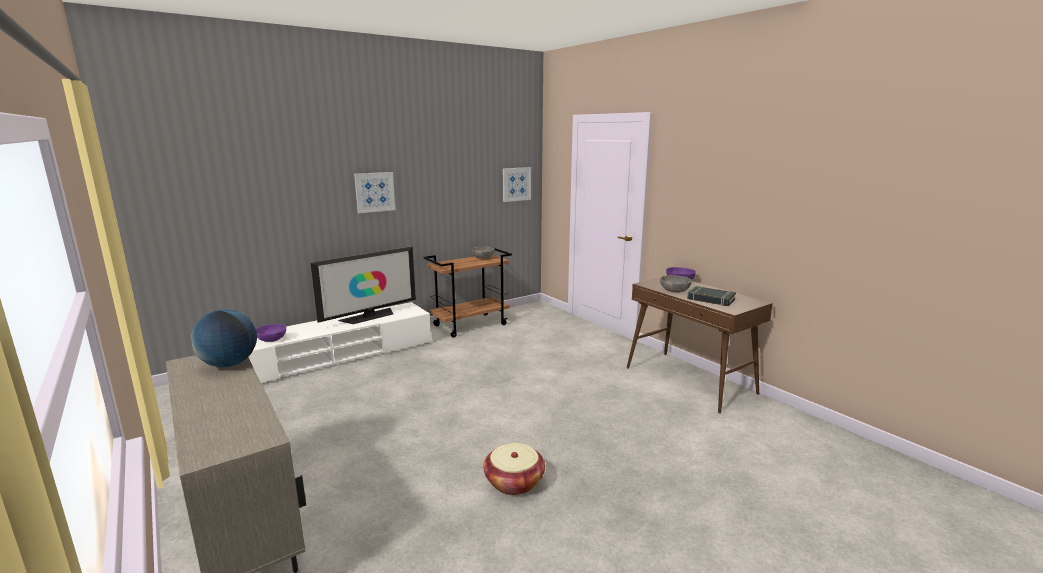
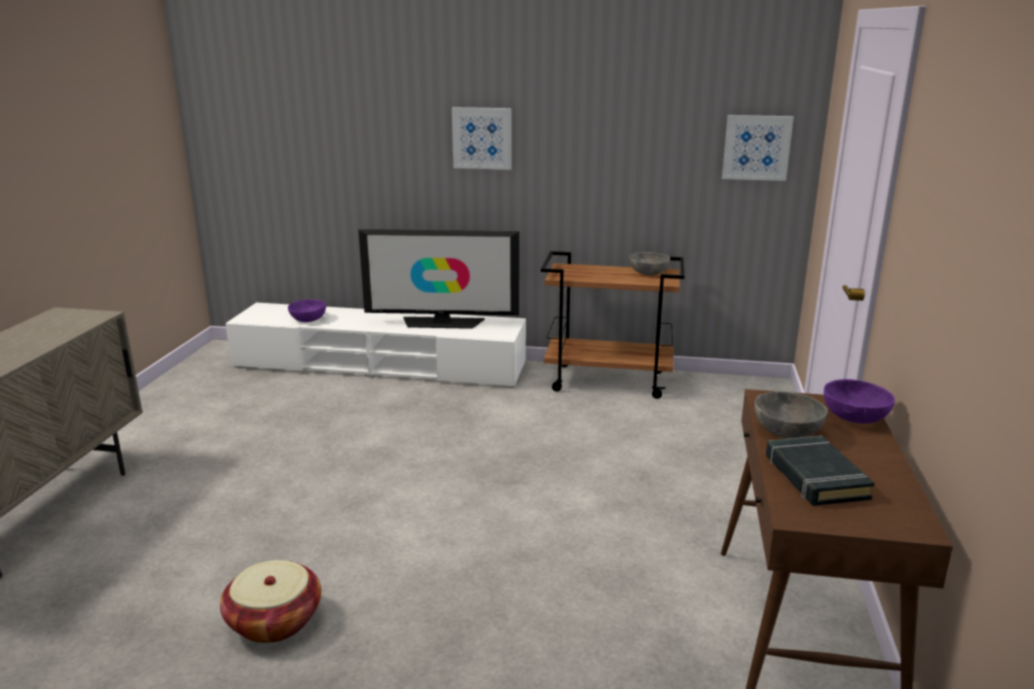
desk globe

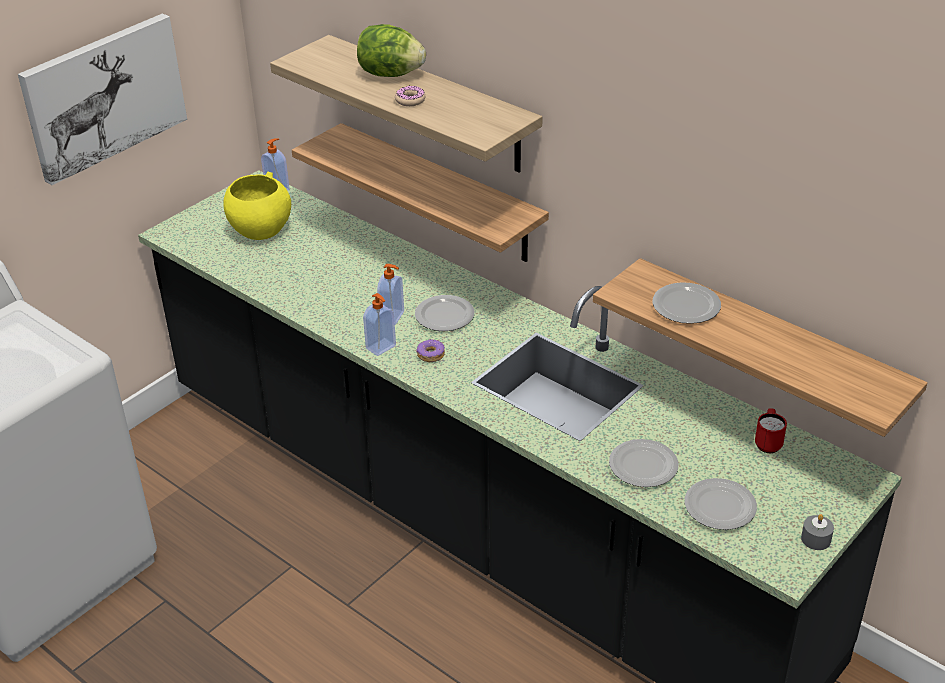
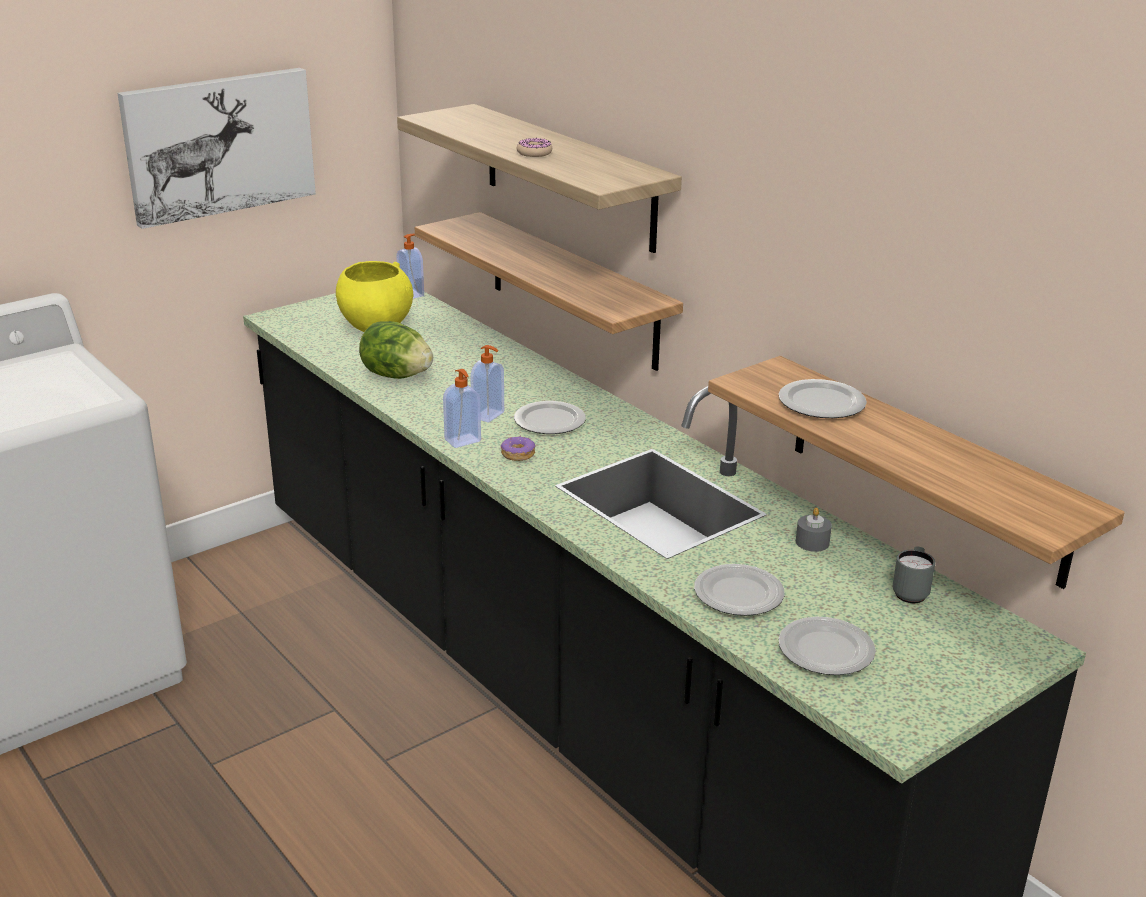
lettuce head
gray mug
gray candle

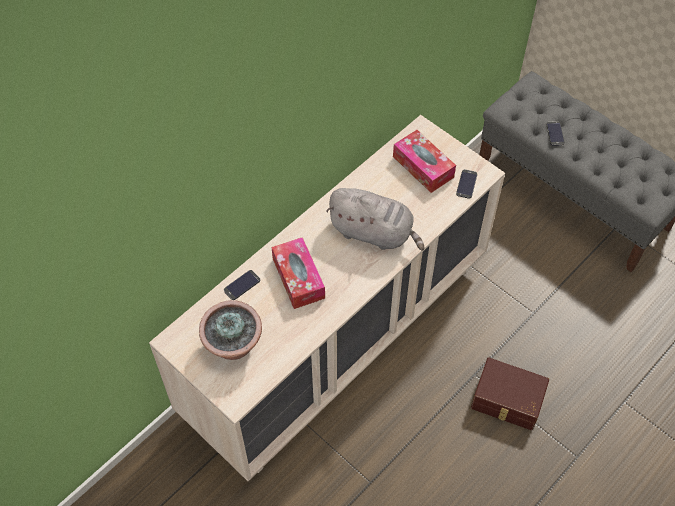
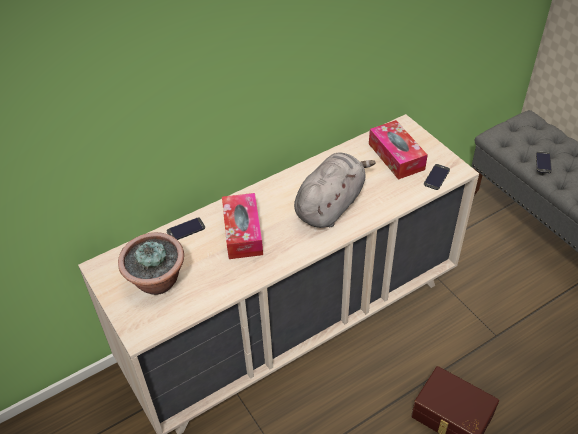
gray soft toy

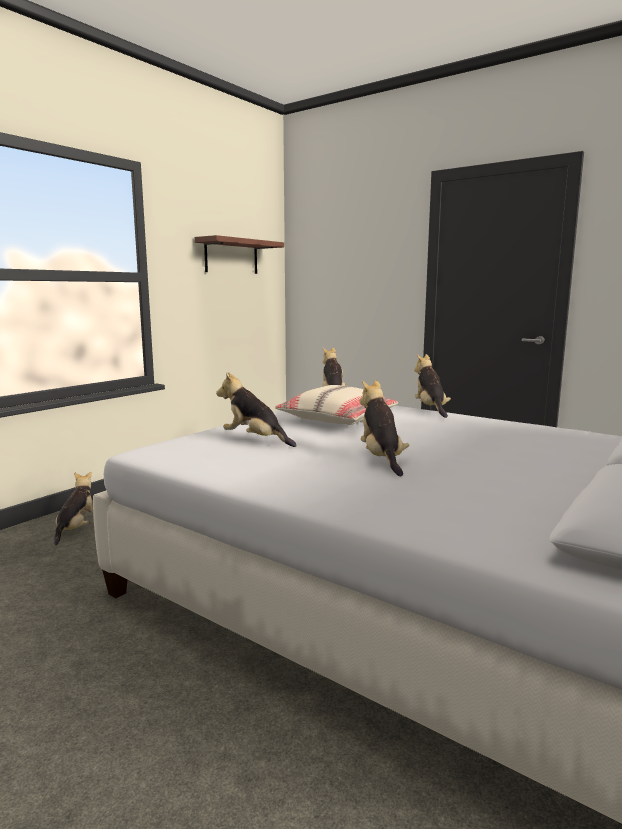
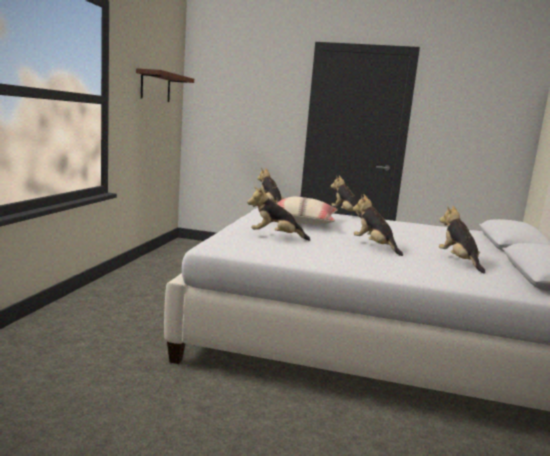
soft toy (5th from left)

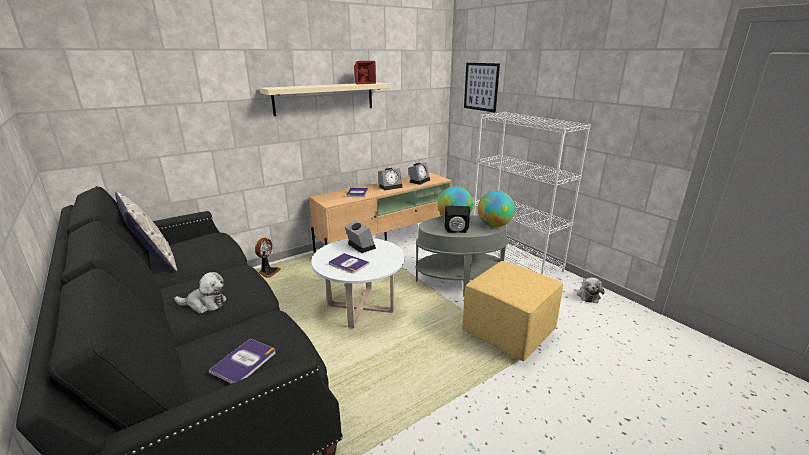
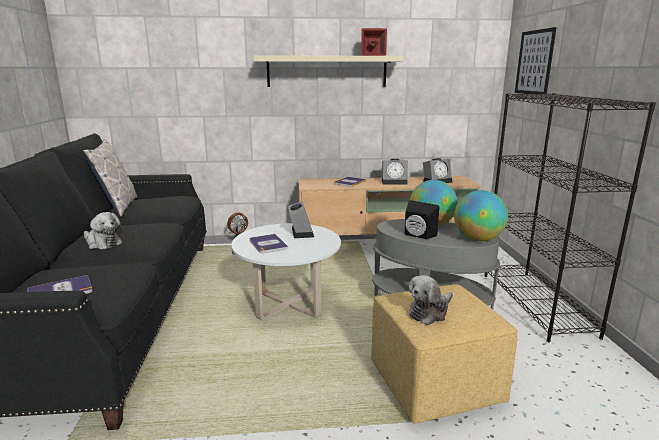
black bookshelf
soft toy (2nd from left)

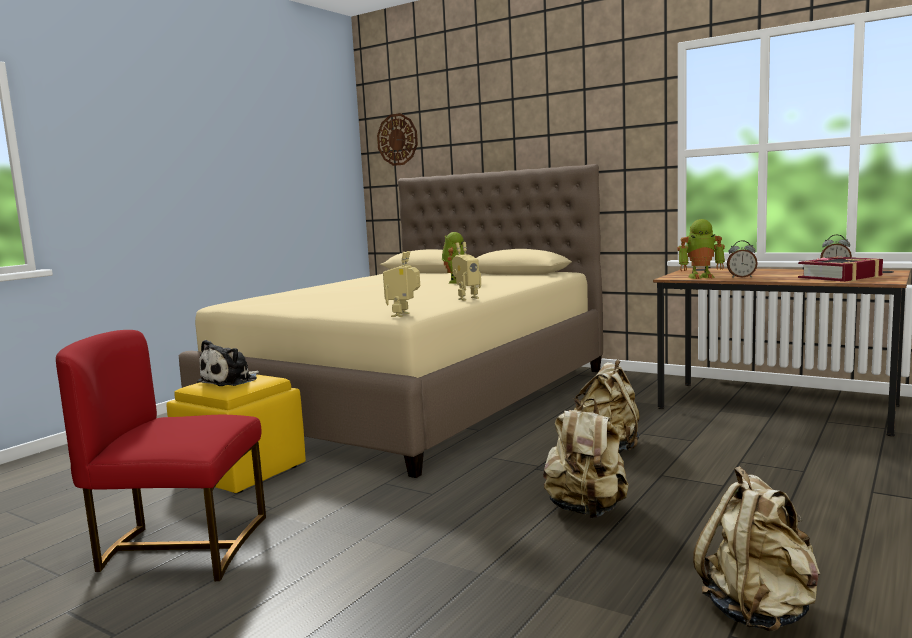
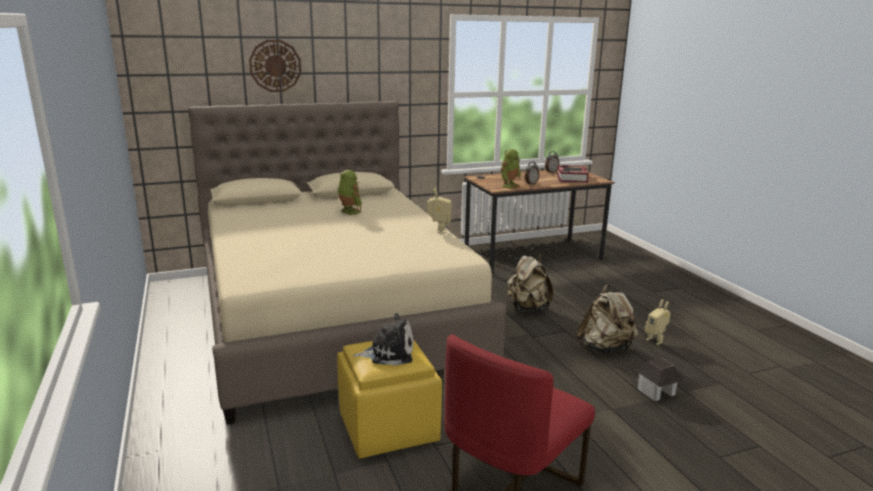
hanging clock
model robot (4th from left)
soft toy
beige-coloured knapsack (3rd from left in the first image)
model house

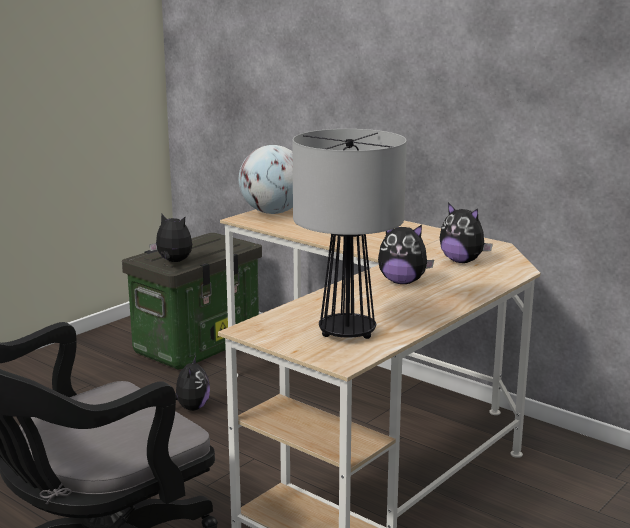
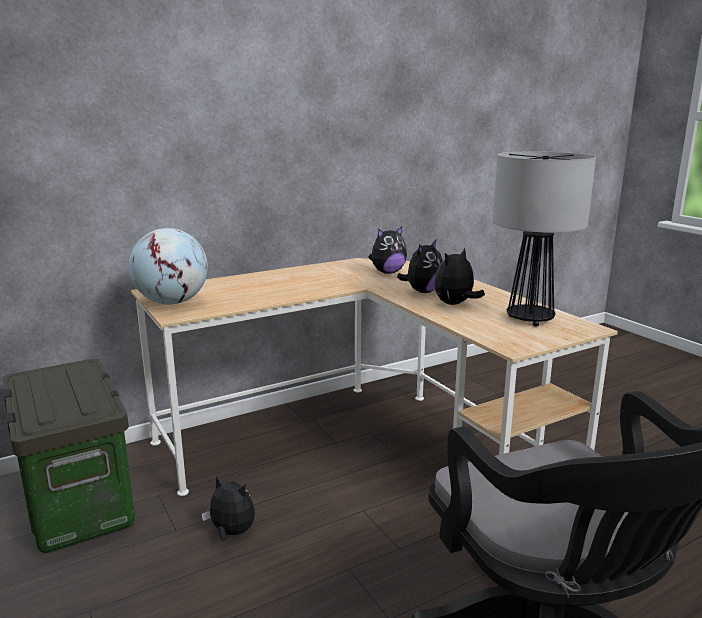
soft toy (4th from left)

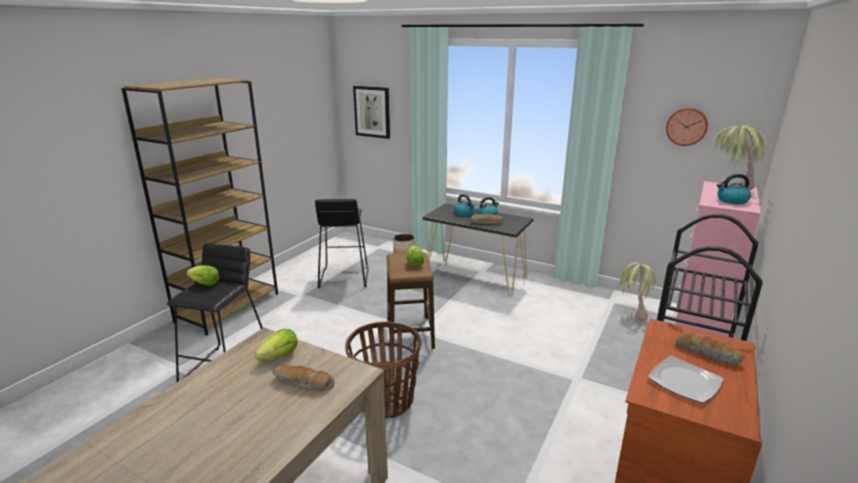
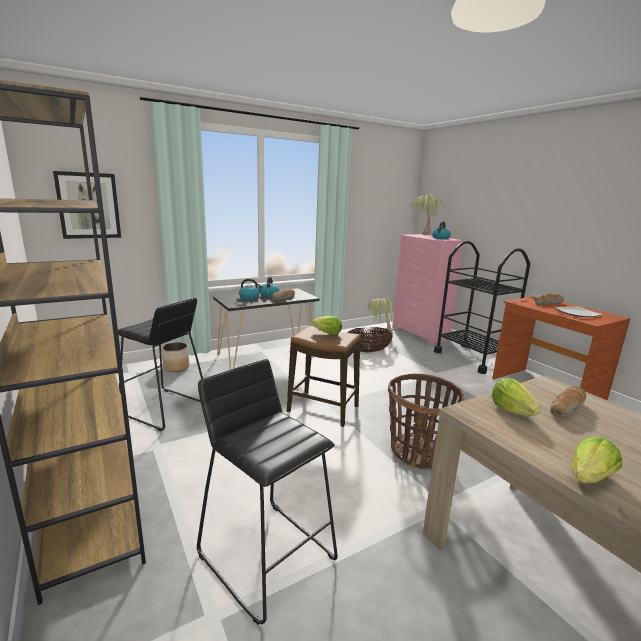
hanging clock
lettuce head (3rd from left)
household basket (1st from left)

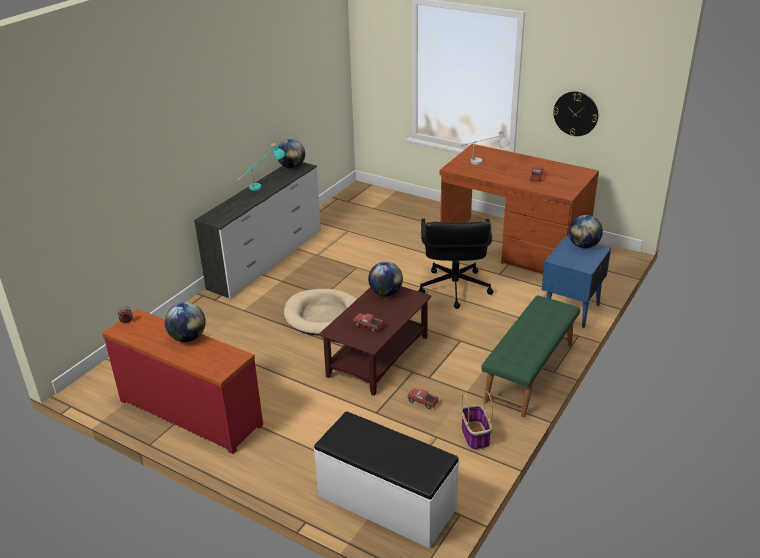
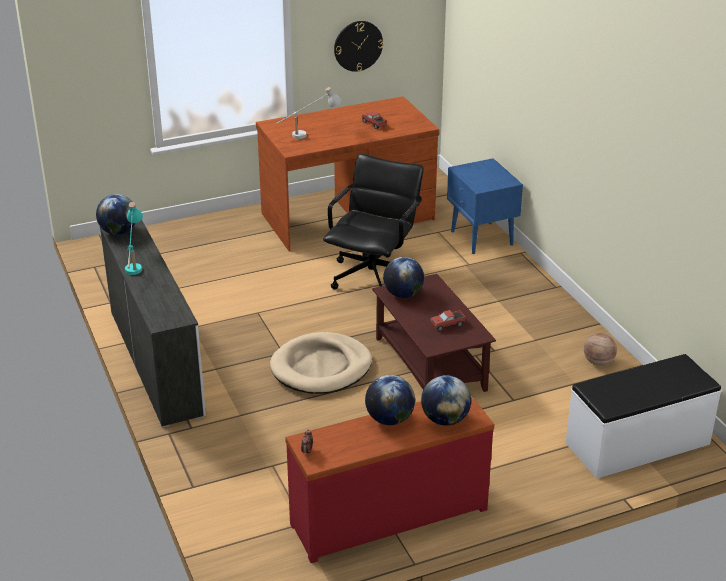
desk globe (4th from left)
black office chair
green-coloured indoor bench
toy truck (2nd from left in the first image)
ball for basketball

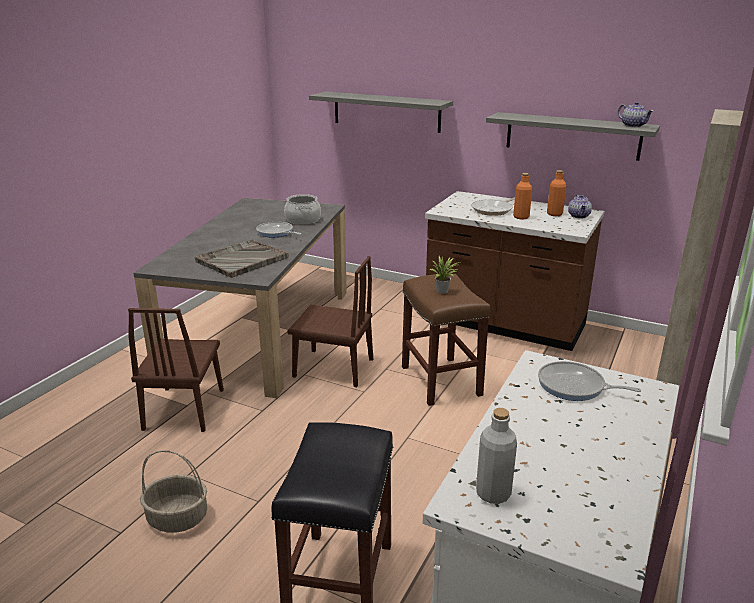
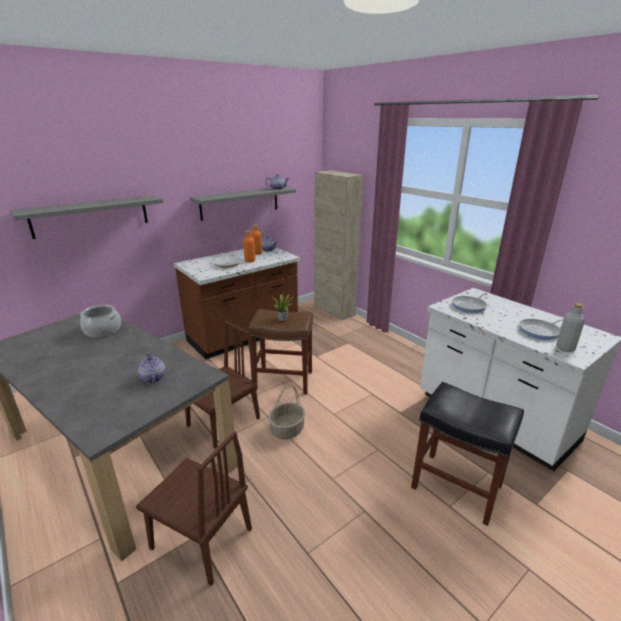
skillet (3rd from left)
pot for tea (1st from left)
household basket

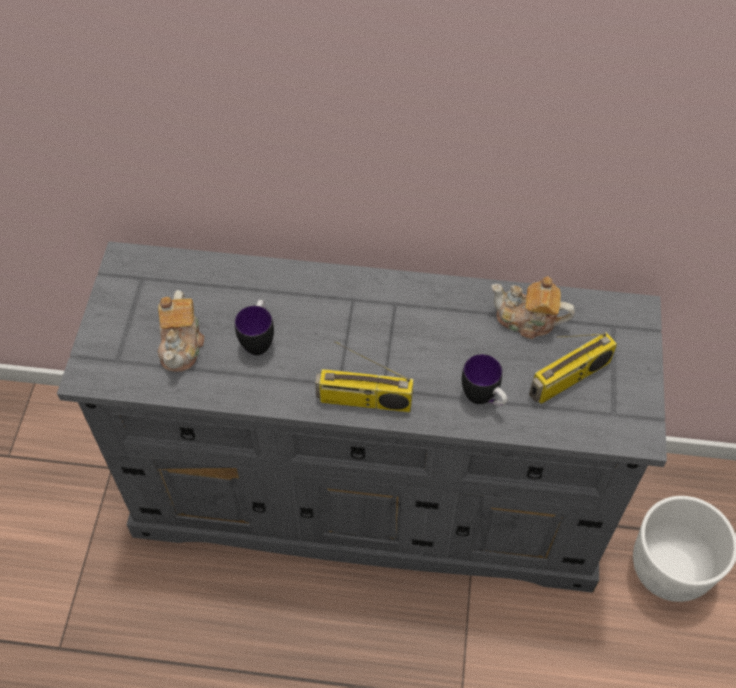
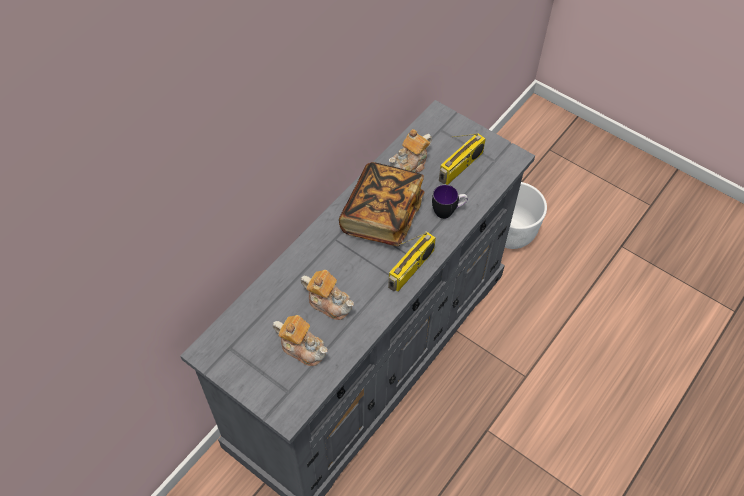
pot for tea (2nd from left)
radio (2nd from left)
volume

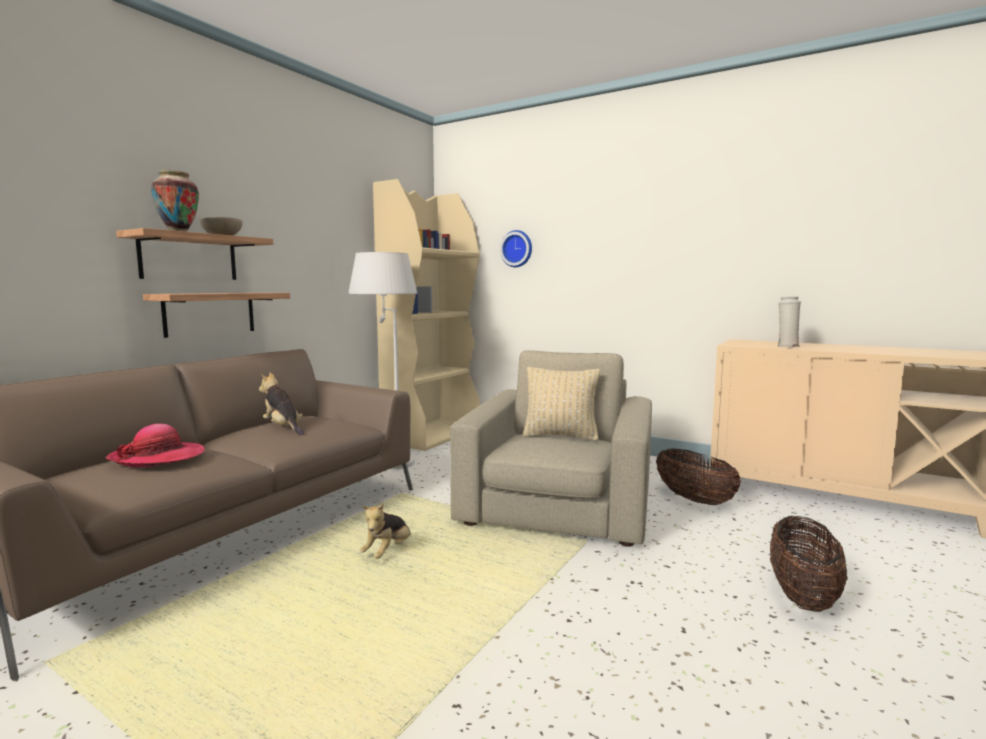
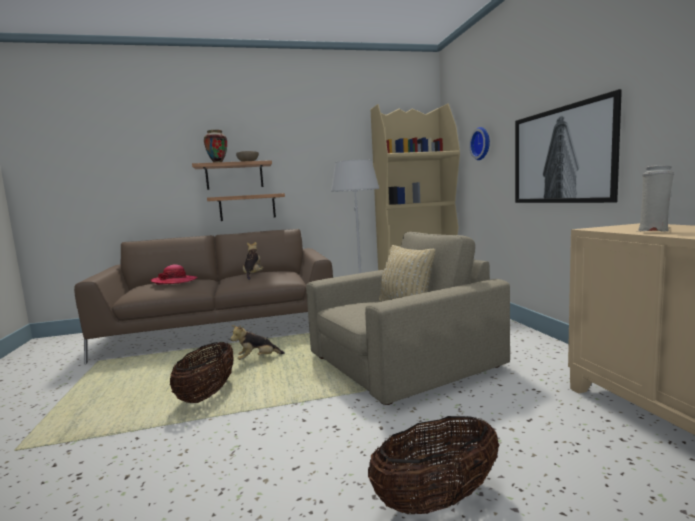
household basket (1st from left)
wall picture

